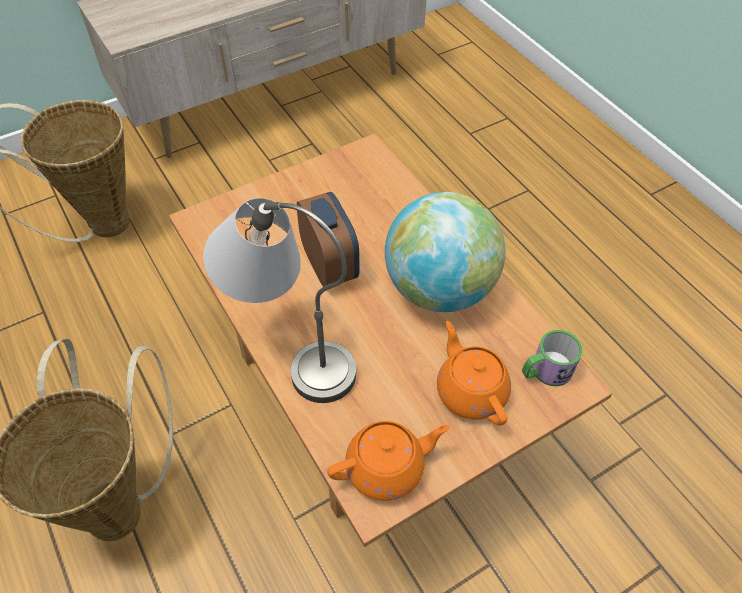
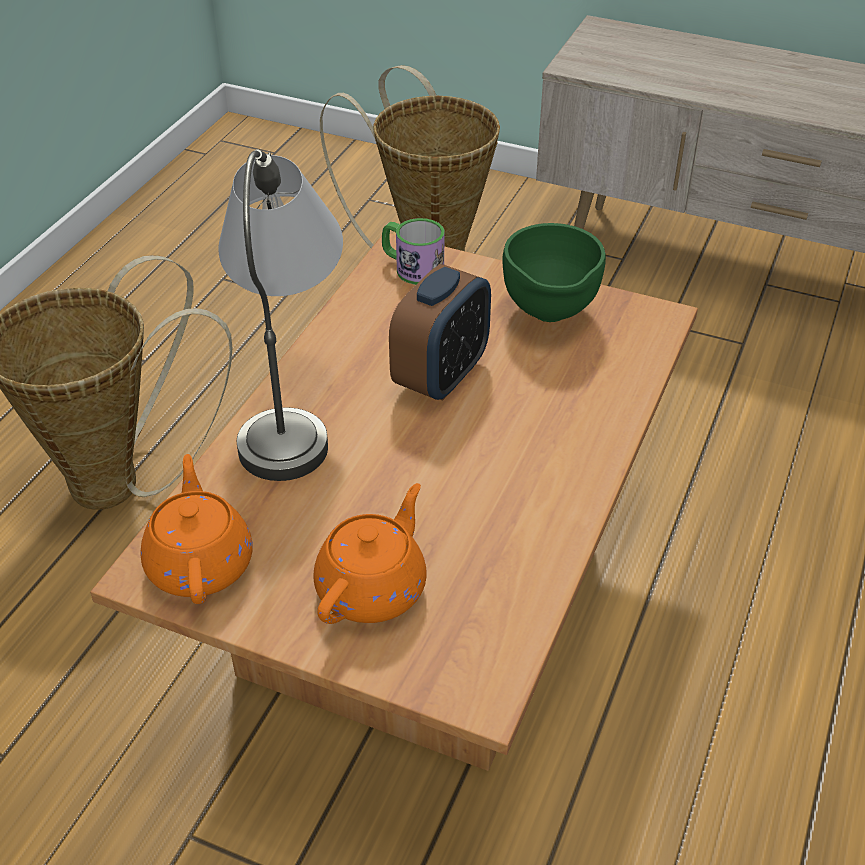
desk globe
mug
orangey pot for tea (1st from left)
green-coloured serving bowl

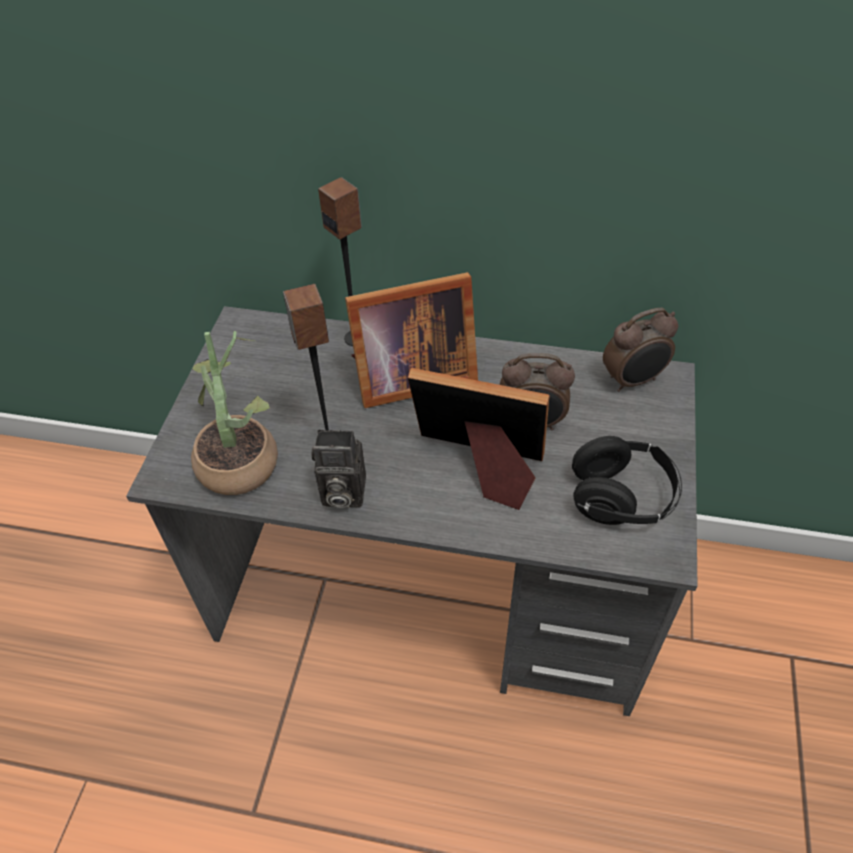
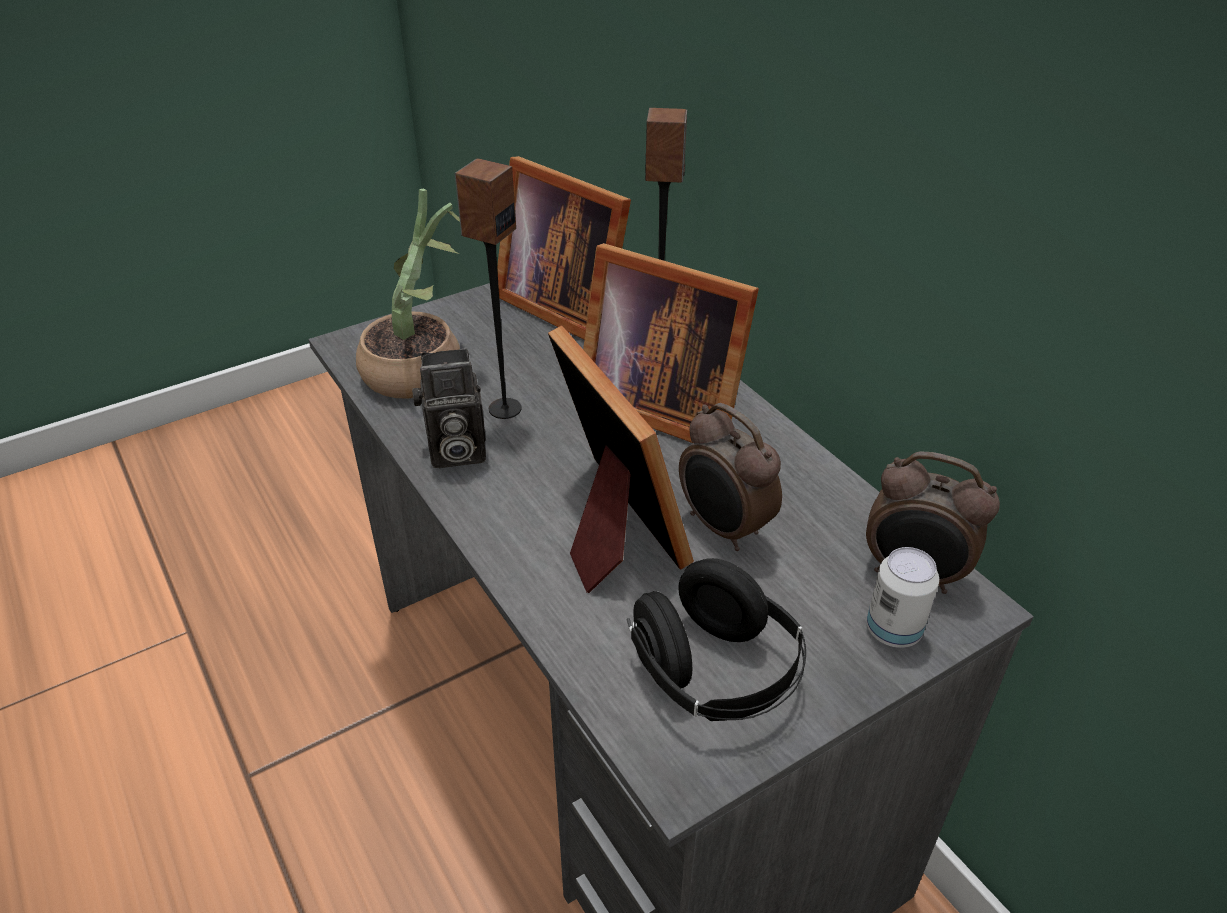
photo camera
photo frame (1st from left)
can

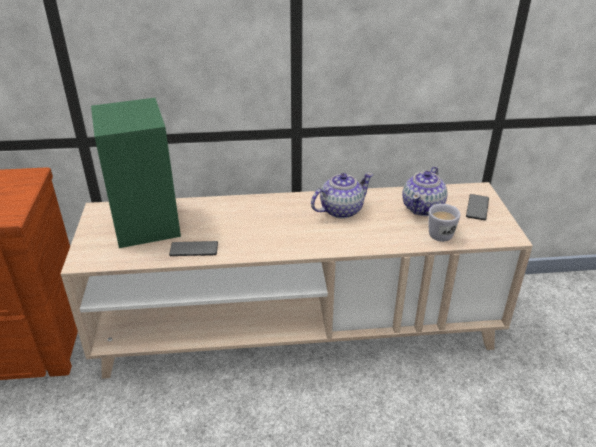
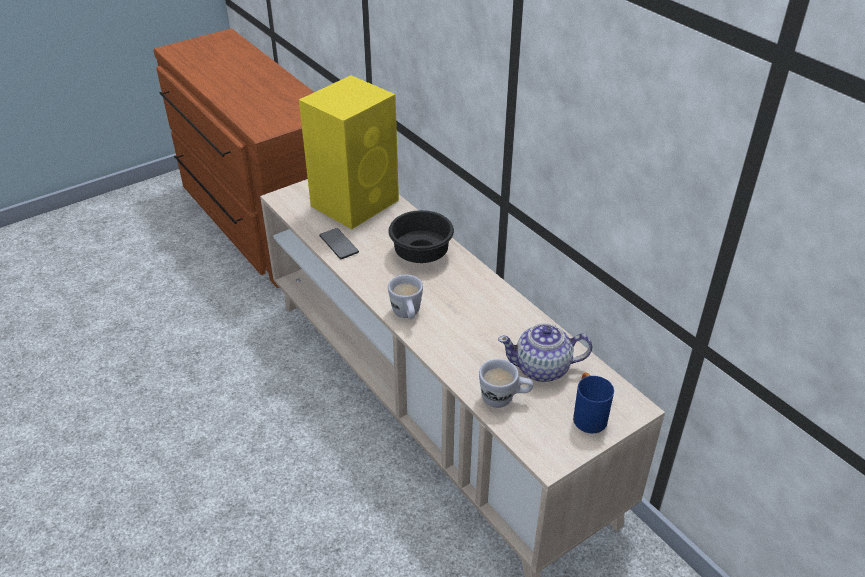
yellow-coloured audio speaker
pot for tea (1st from left in the first image)
blue-coloured mug
black serving bowl
white-coloured mug (1st from left)

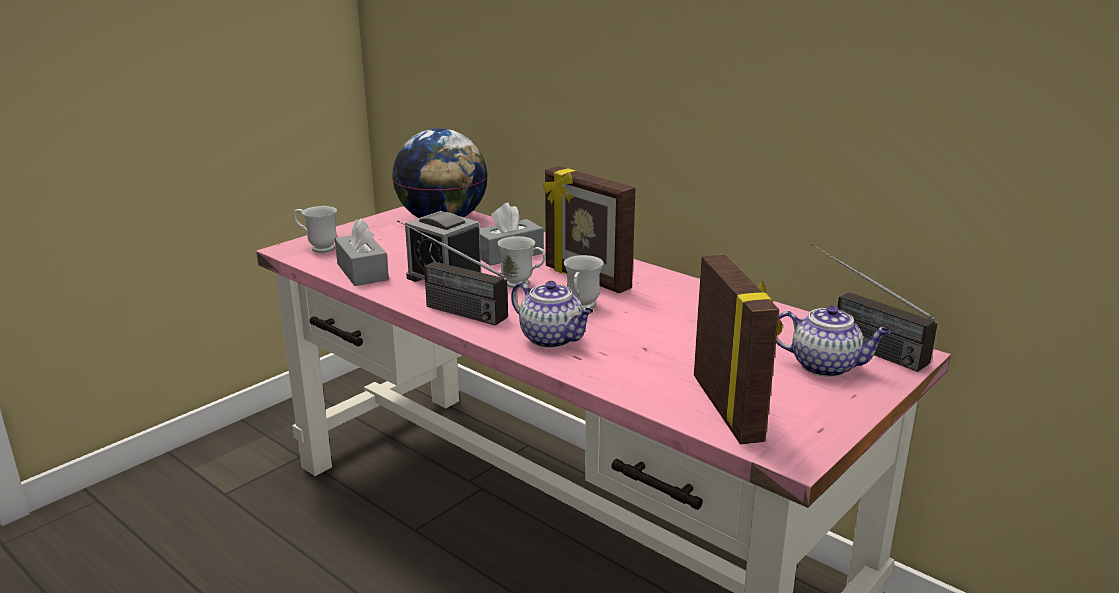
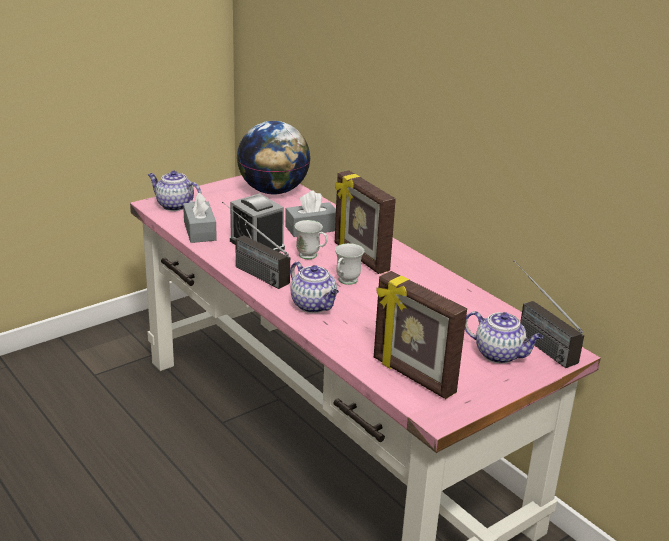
pot for tea (1st from left)
photo frame (2nd from left)

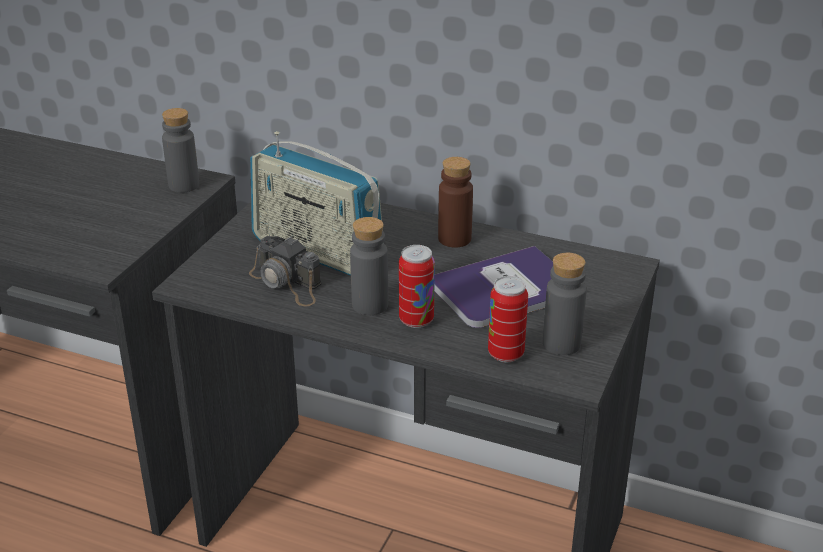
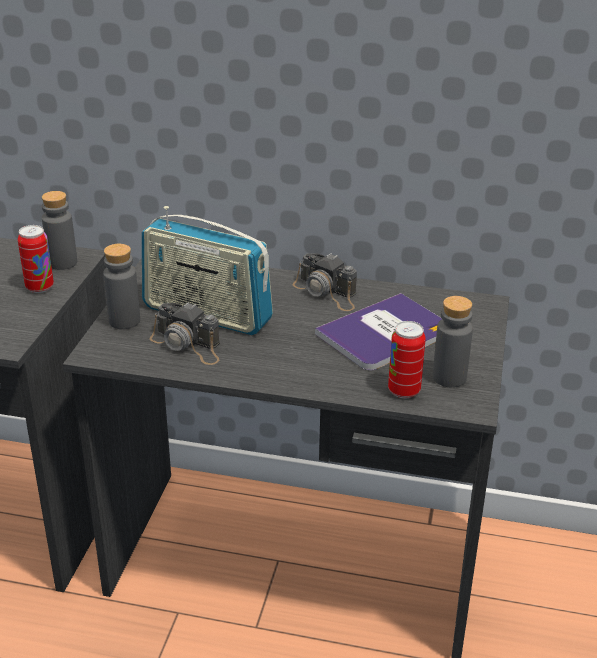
photo camera (2nd from left)
gray bottle (2nd from left)
can (1st from left)

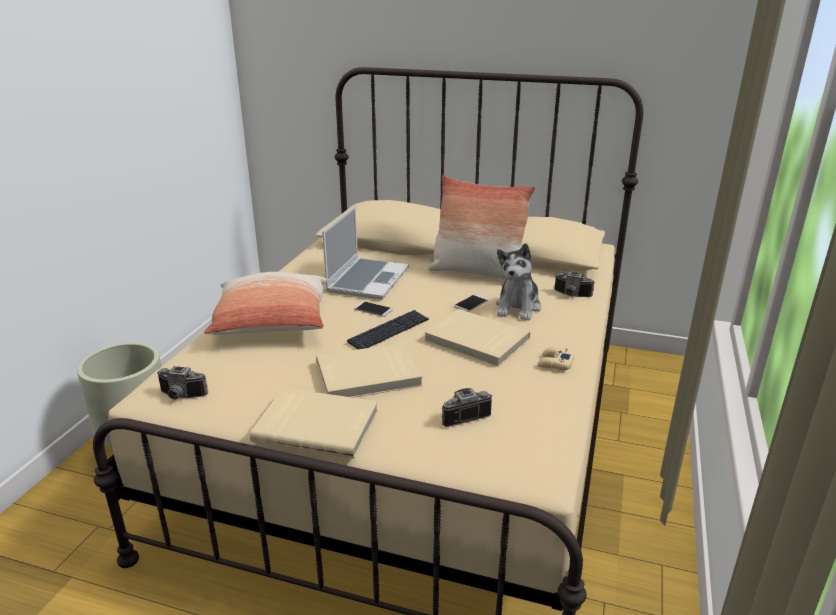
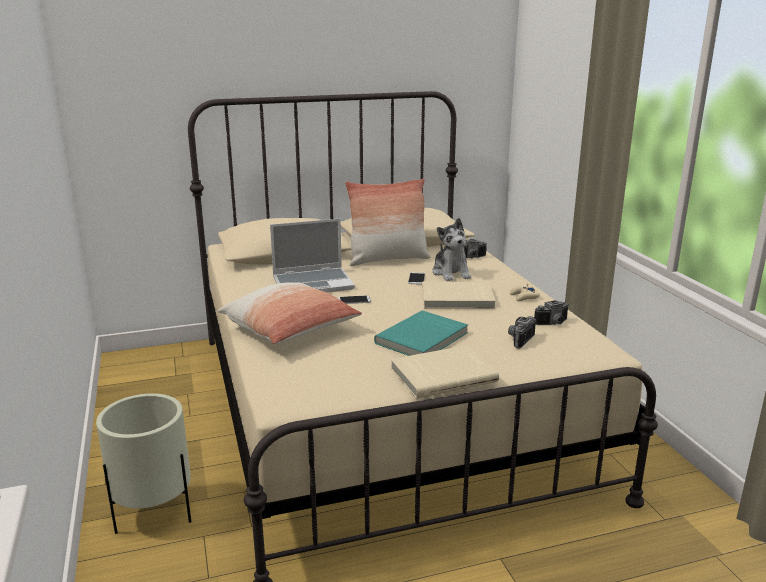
portable computer
PC keyboard
turquoise volume
photo camera (3rd from left)

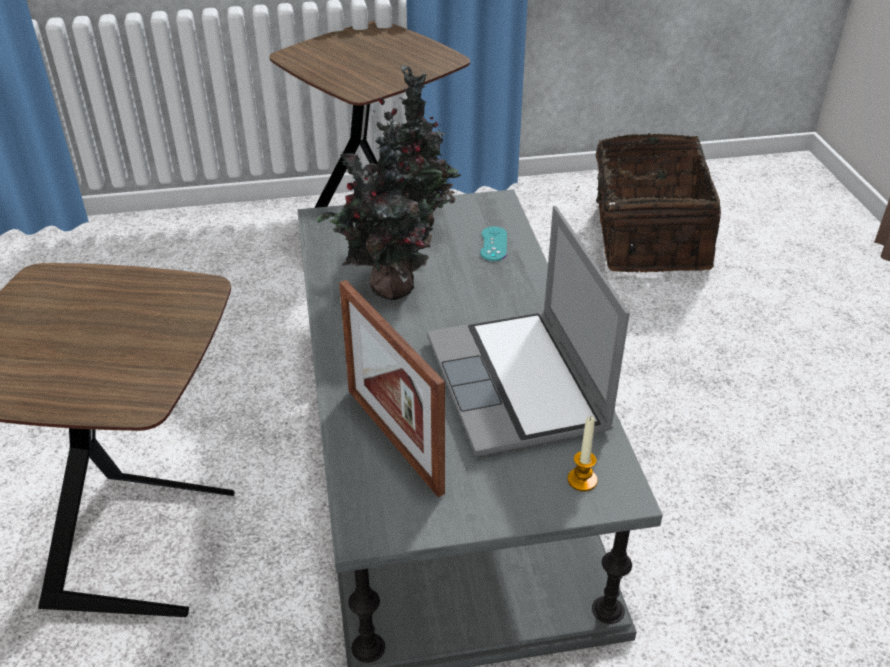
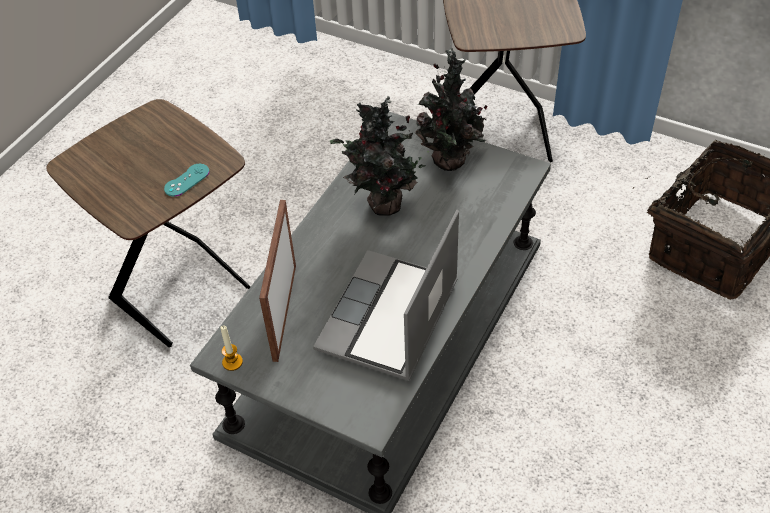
turquoise joypad
candle

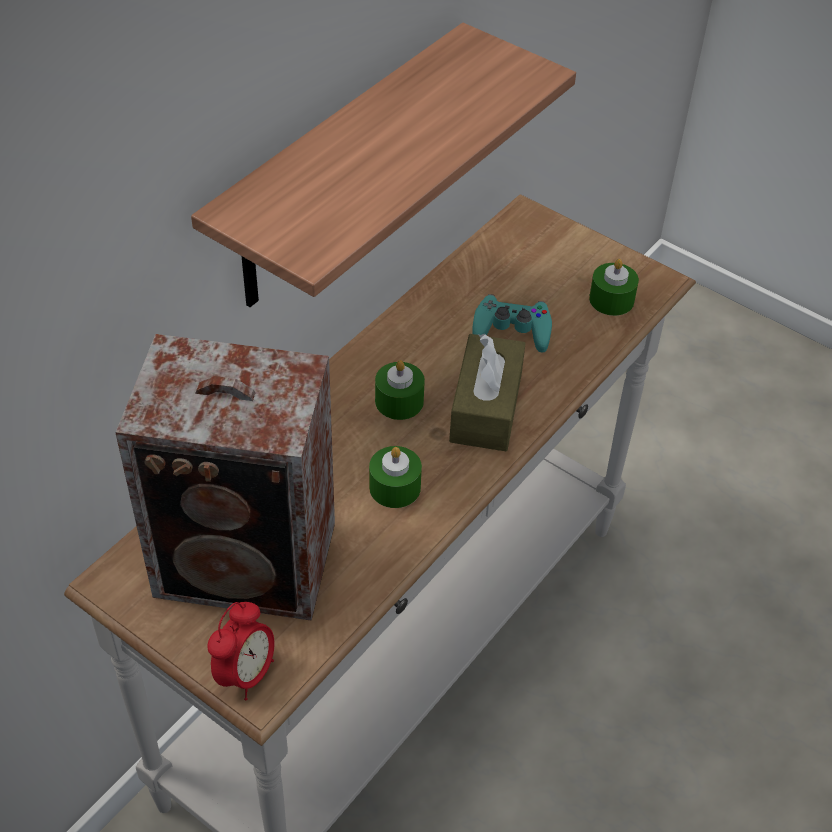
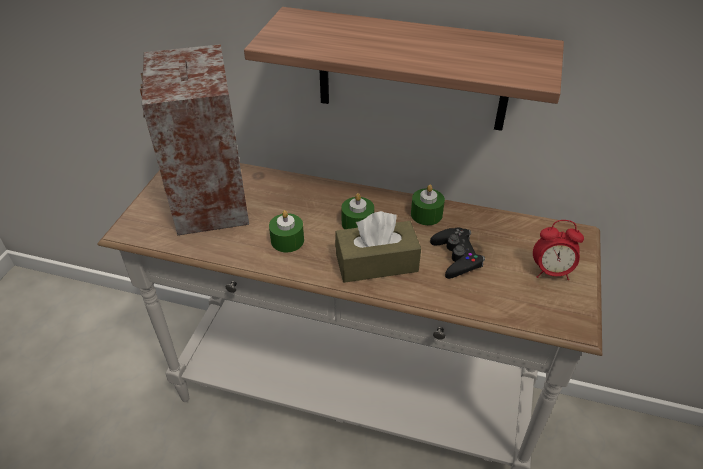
green-coloured candle (3rd from left)
black joypad
alarm clock

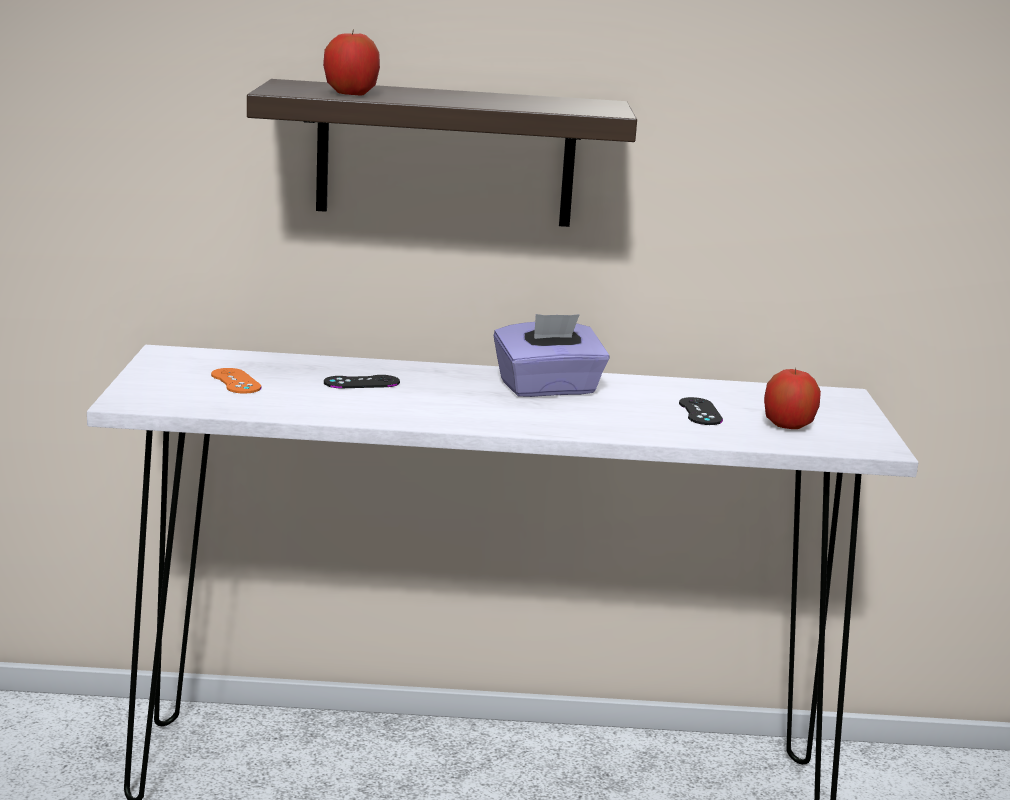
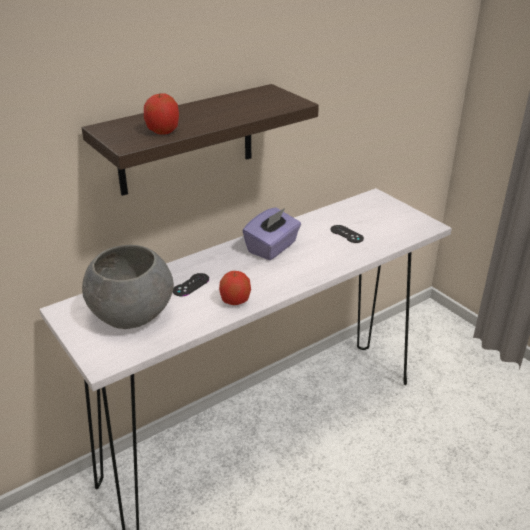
gray serving bowl
apple fruit (2nd from left)

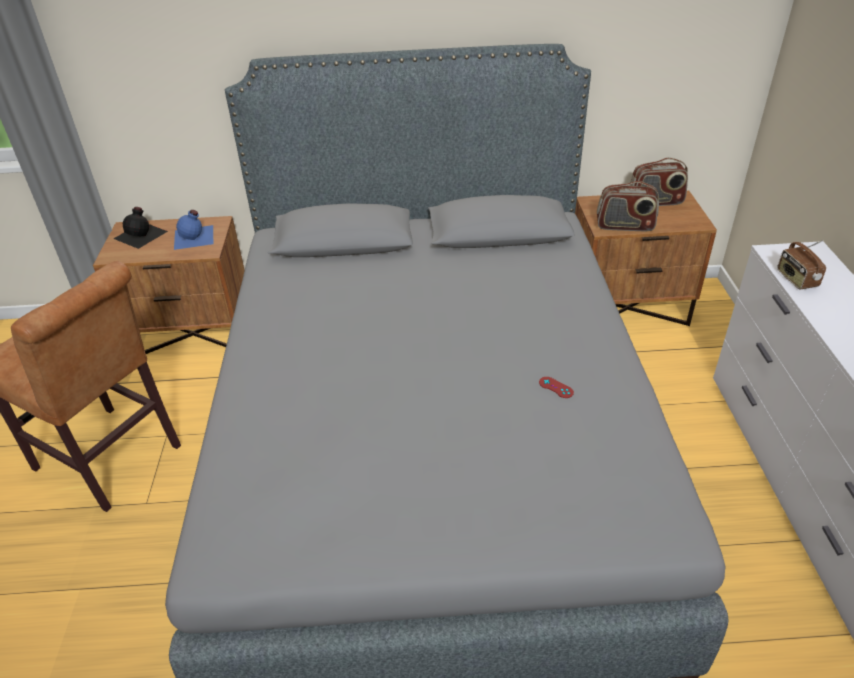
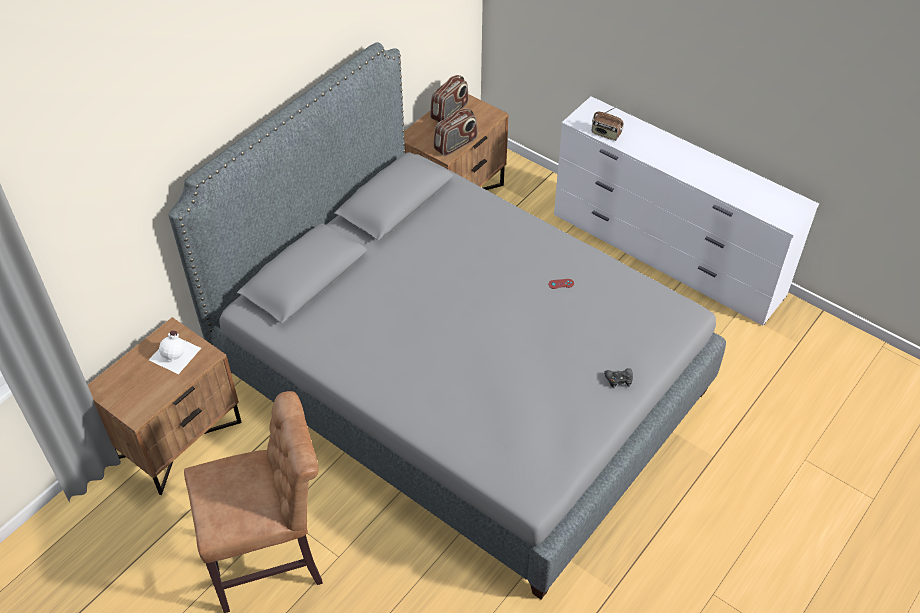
black bottle
white-coloured bottle
black joypad

